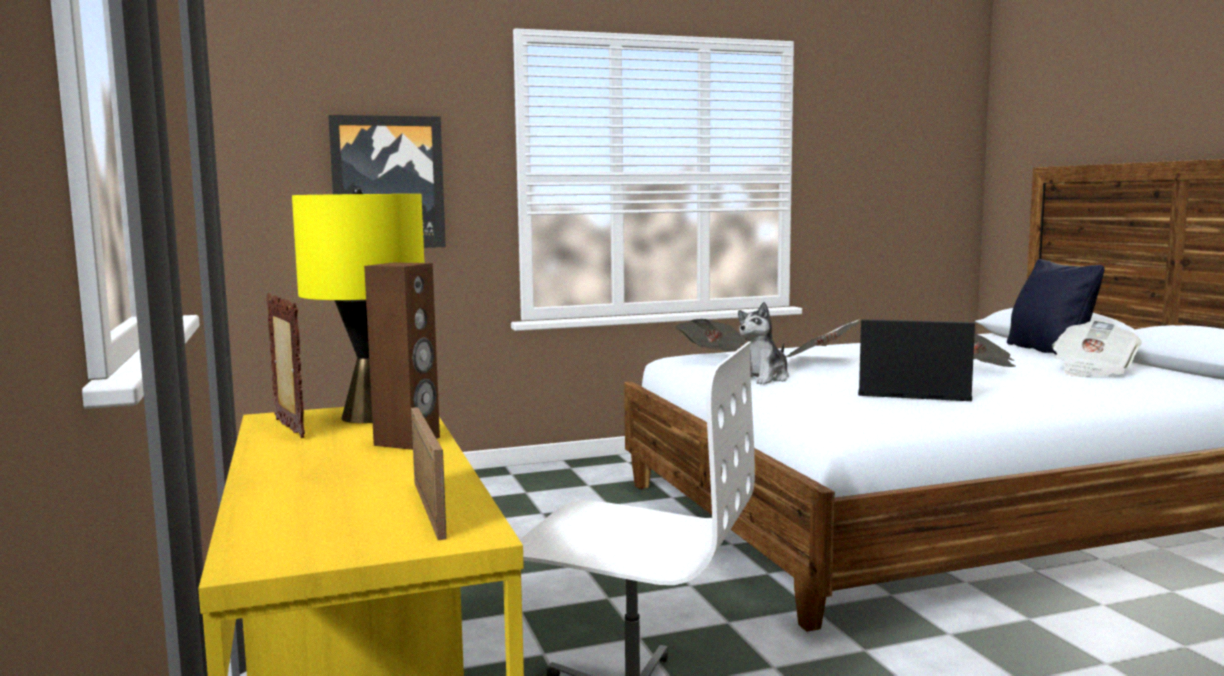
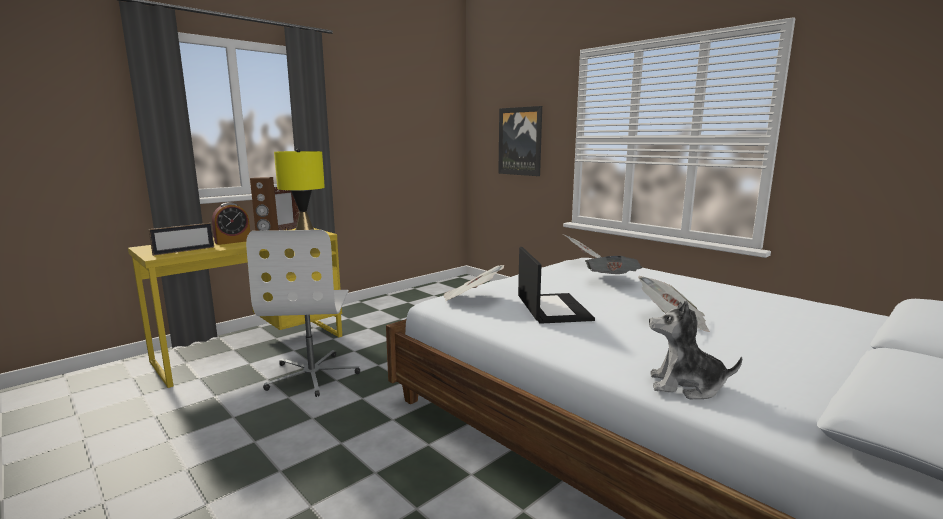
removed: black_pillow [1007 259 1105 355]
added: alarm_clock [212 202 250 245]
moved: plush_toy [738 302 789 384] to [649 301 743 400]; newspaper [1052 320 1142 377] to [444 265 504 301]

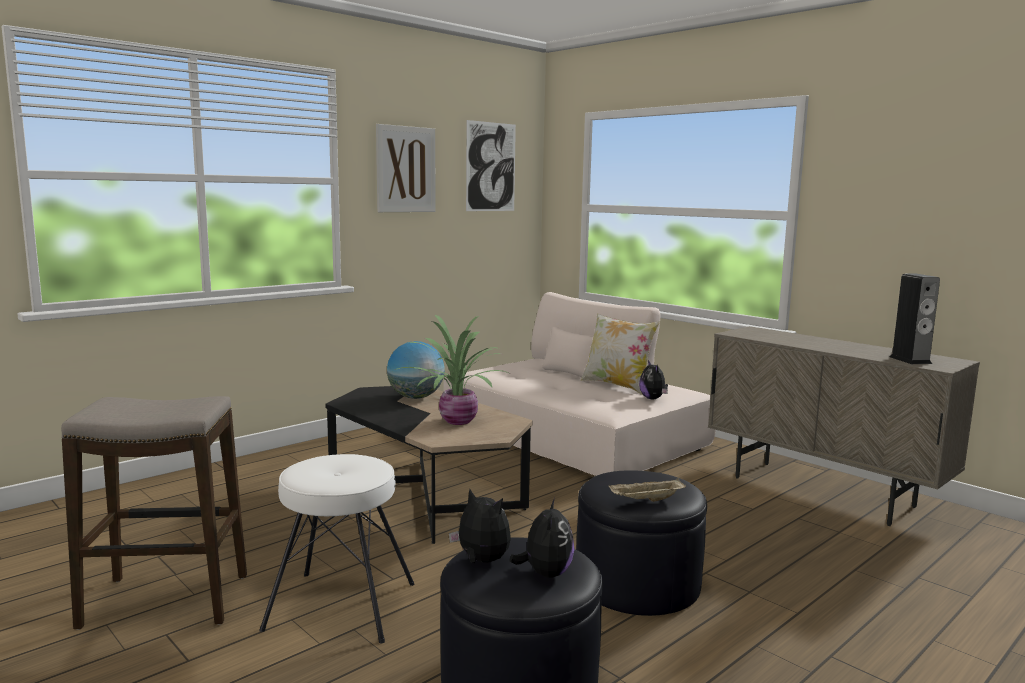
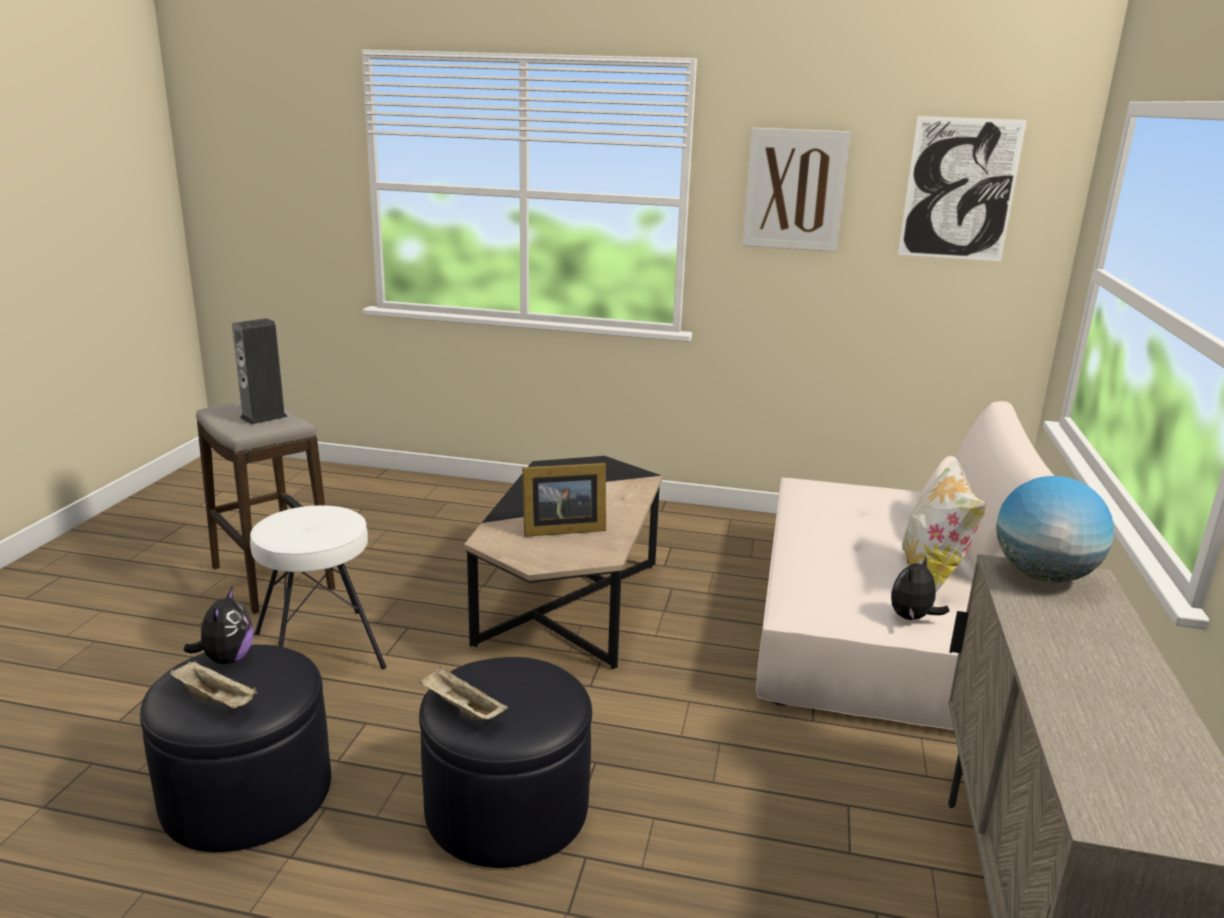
moved: speaker [890 274 940 364] to [232 318 288 425]; globe [387 341 445 399] to [996 476 1114 582]
replaced: potted_plant [393 315 508 425] to picture_frame [522 463 606 537]; plush_toy [510 498 574 578] to beige_tray [170 661 257 708]

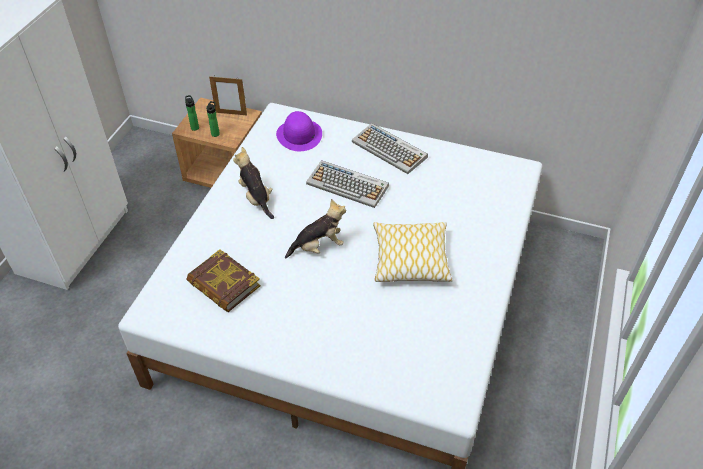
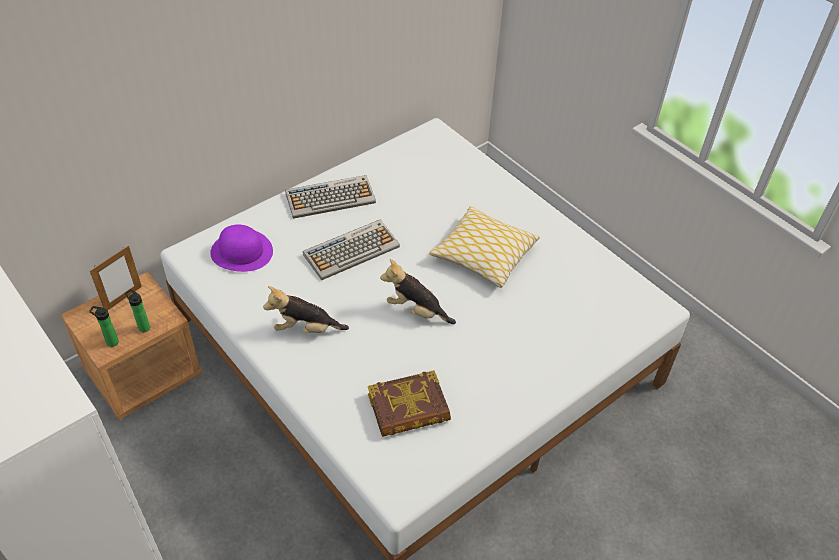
turned: plush_toy [285 199 346 259] = [380 259 456 324] 75 degrees counterclockwise

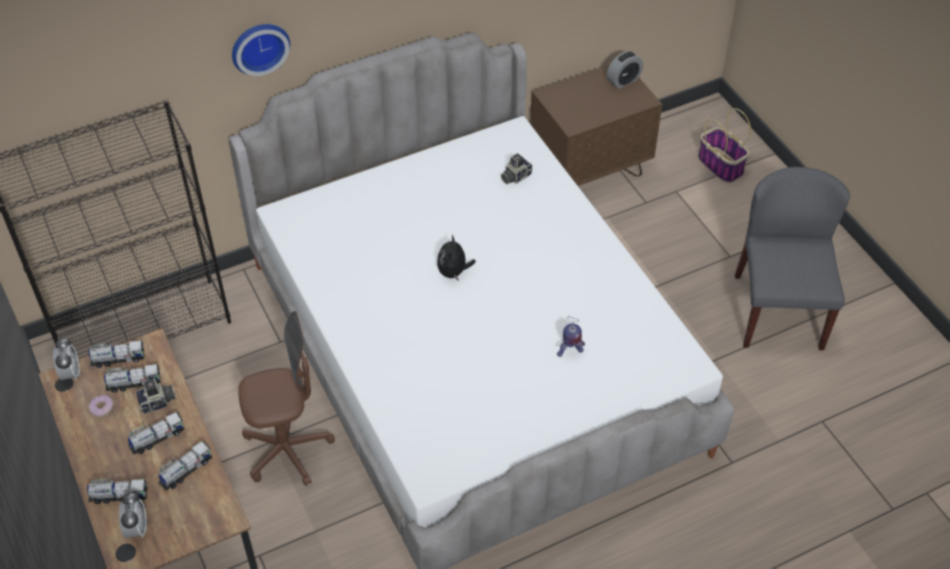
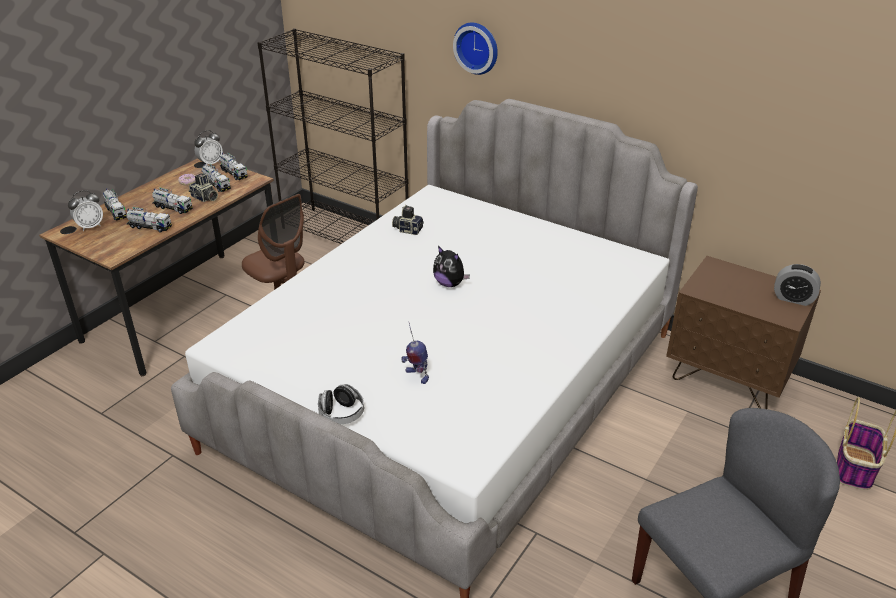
added: headphones [318 384 364 424]
moved: photo_camera [501 153 532 184] to [392 205 424 235]
turned: plush_toy [437 235 476 281] = [433 246 470 287] 120 degrees counterclockwise

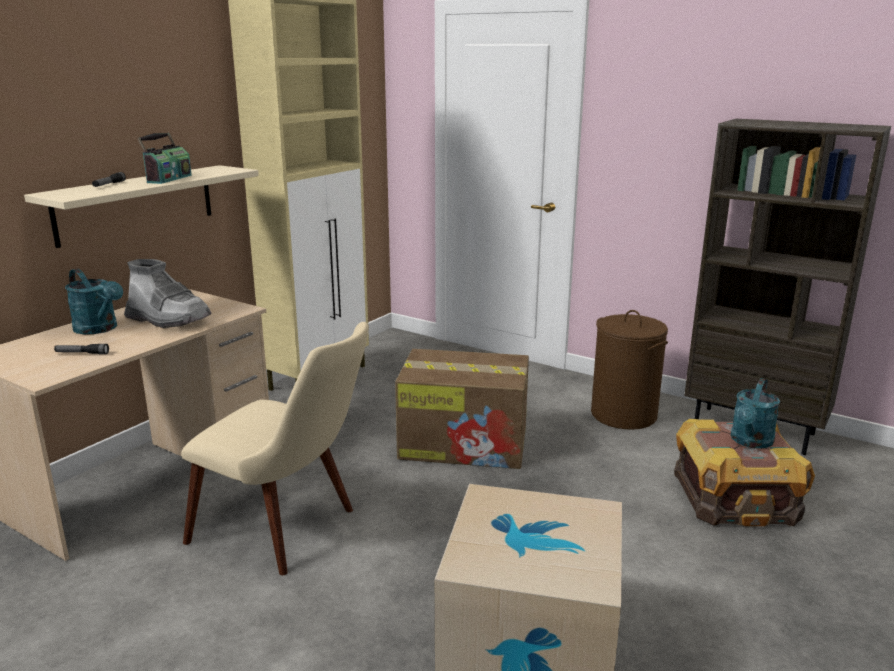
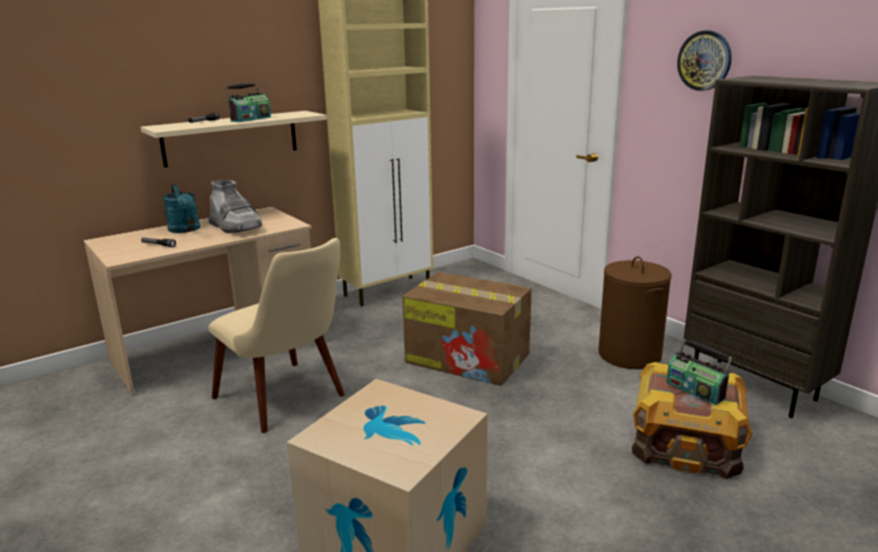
added: wall_clock [677 30 732 91]
replaced: turquoise_watering_can [731 378 780 449] to radio [666 339 733 405]

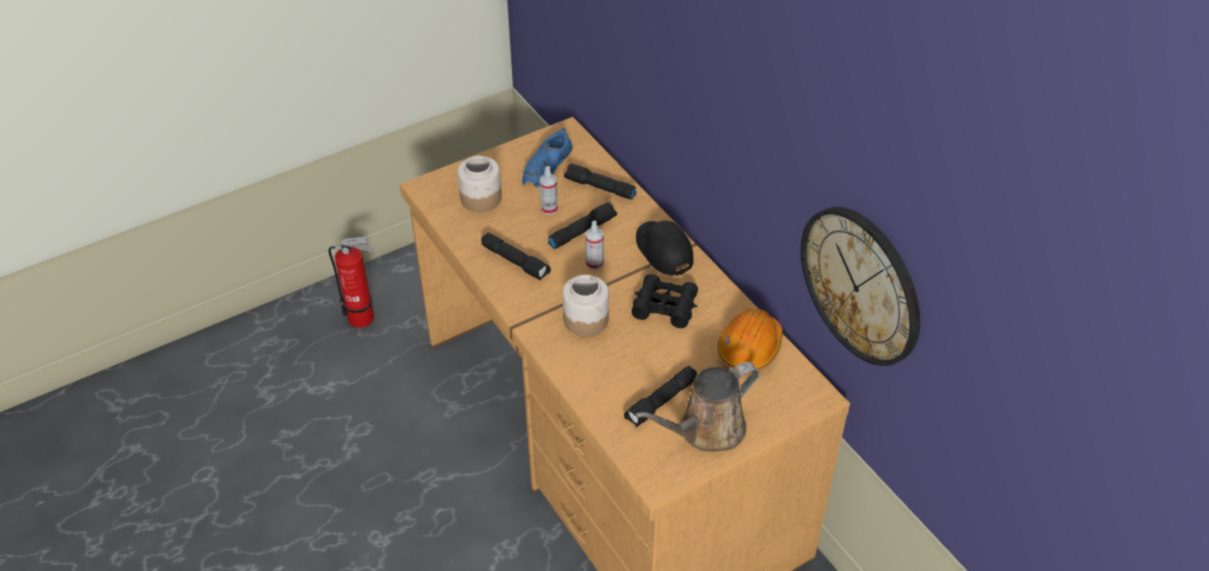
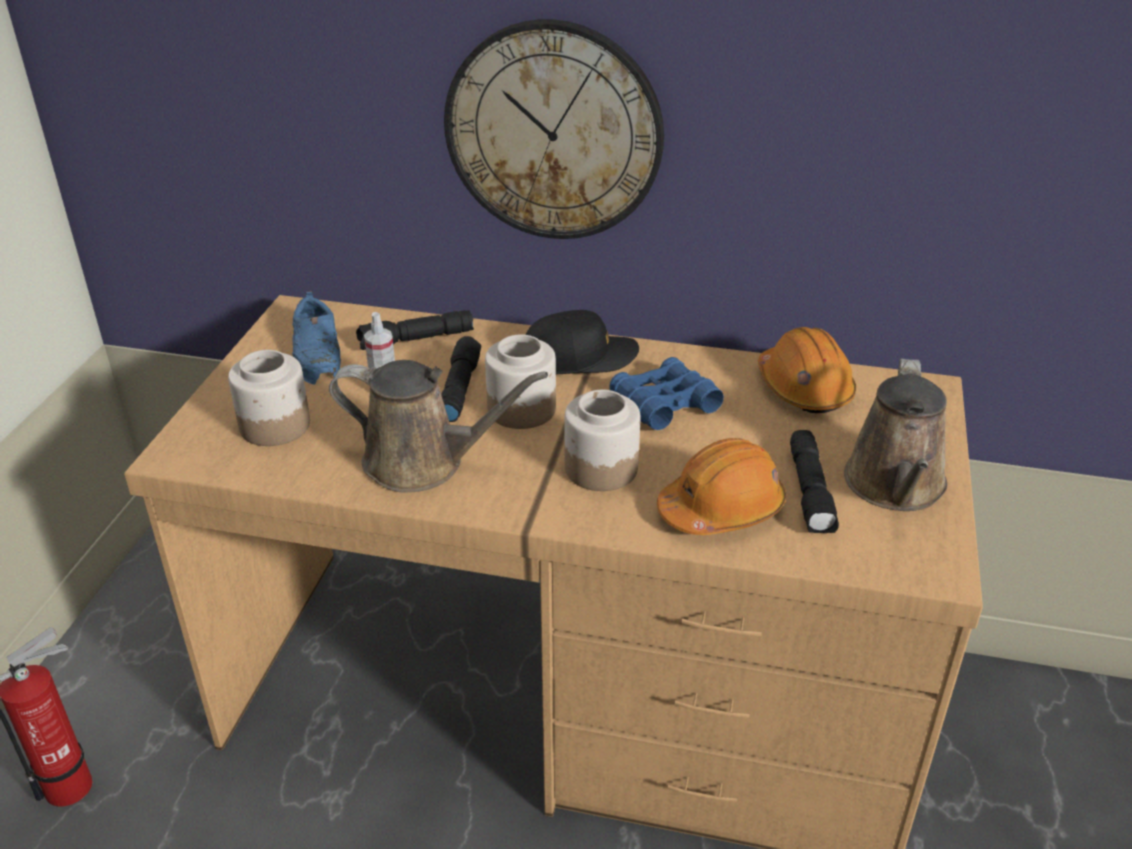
added: orange_hard_hat [657 438 786 535]
moved: wall_clock [801 207 920 366] to [444 19 664 239]
replaced: spray_bottle [585 221 604 270] to jar [485 334 556 429]; black_flashlight [481 233 551 281] to brown_watering_can [329 360 548 493]
recoloured: black_binoculars [632 274 698 328] to blue_binoculars [609 357 724 430]
turned: black_cap [636 221 694 276] = [526 310 639 374] 150 degrees clockwise

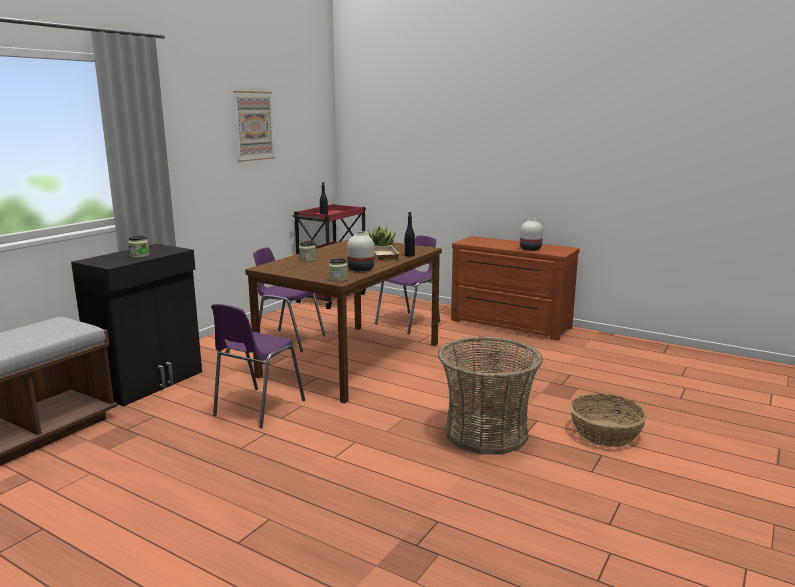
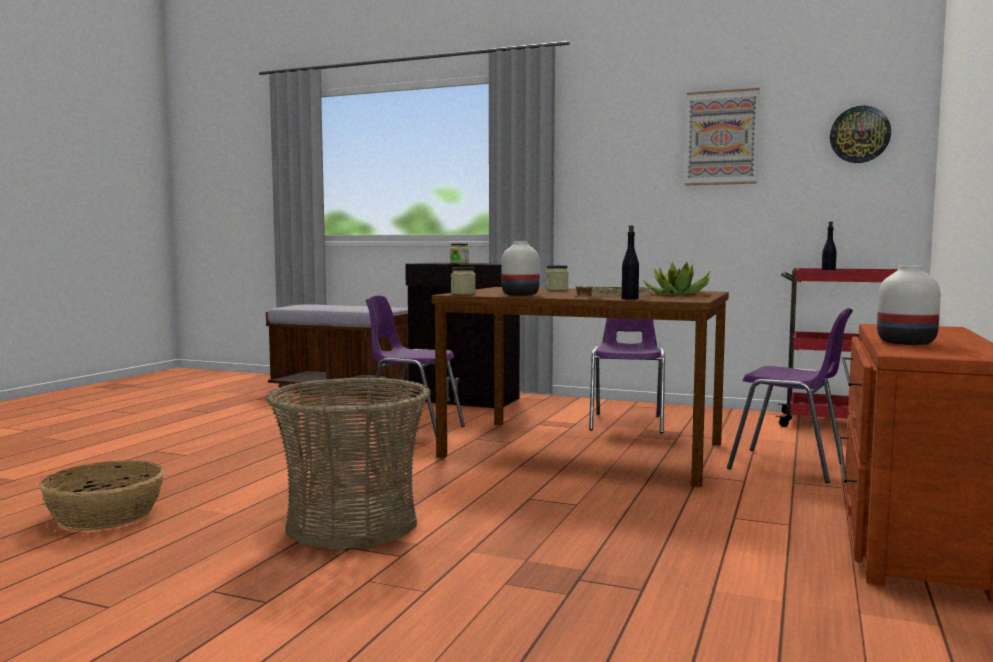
added: wall_clock [830 106 891 163]
moved: basket [570 394 647 447] to [39 461 165 530]

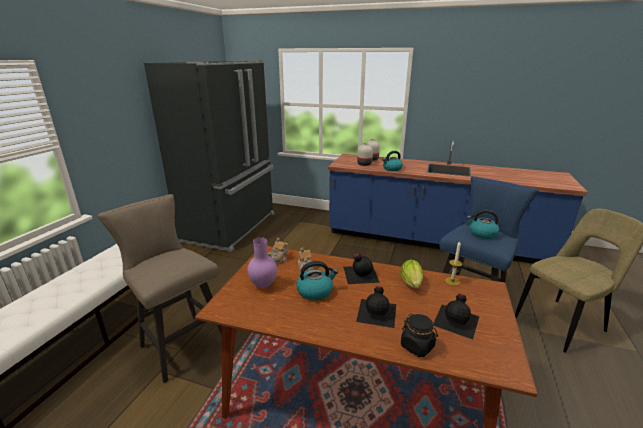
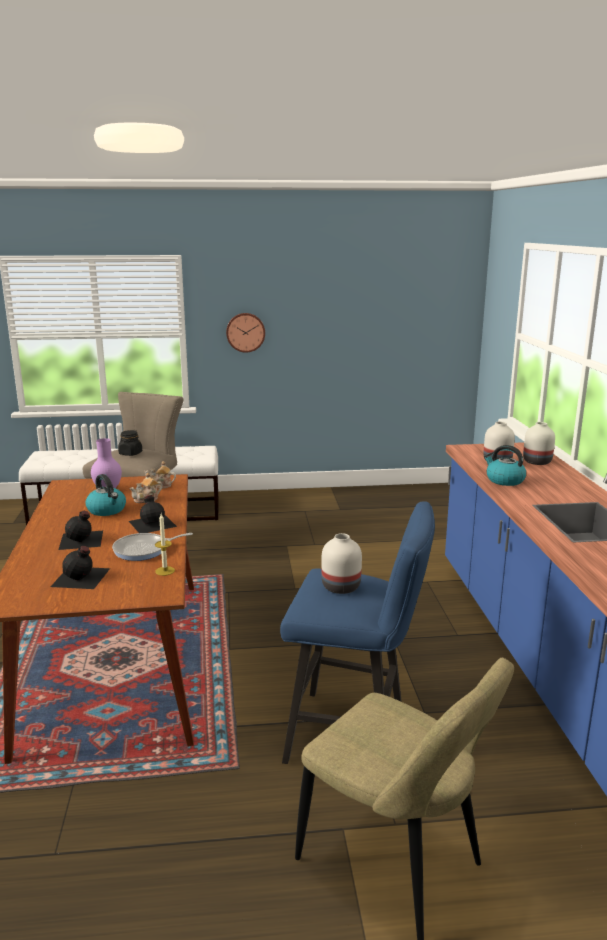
removed: black_fridge [144 60 274 252]
added: wall_clock [226 313 265 353]
moved: black_jar [401 314 438 357] to [118 430 142 456]
replaced: kettle [467 210 499 239] to white_vase [321 533 362 594]; lettuce [400 259 423 289] to frying_pan [112 533 193 561]

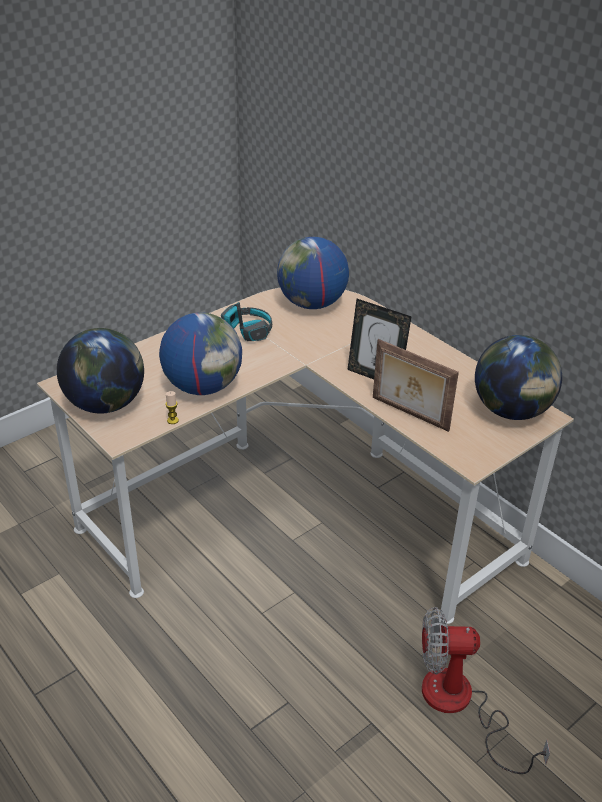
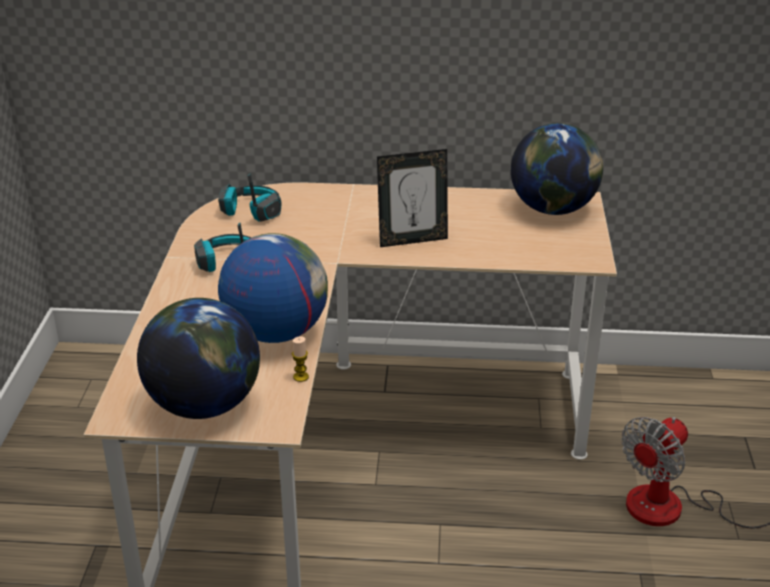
removed: picture_frame [373 339 459 432]
replaced: globe [277 237 349 309] to headphones [218 173 282 222]

